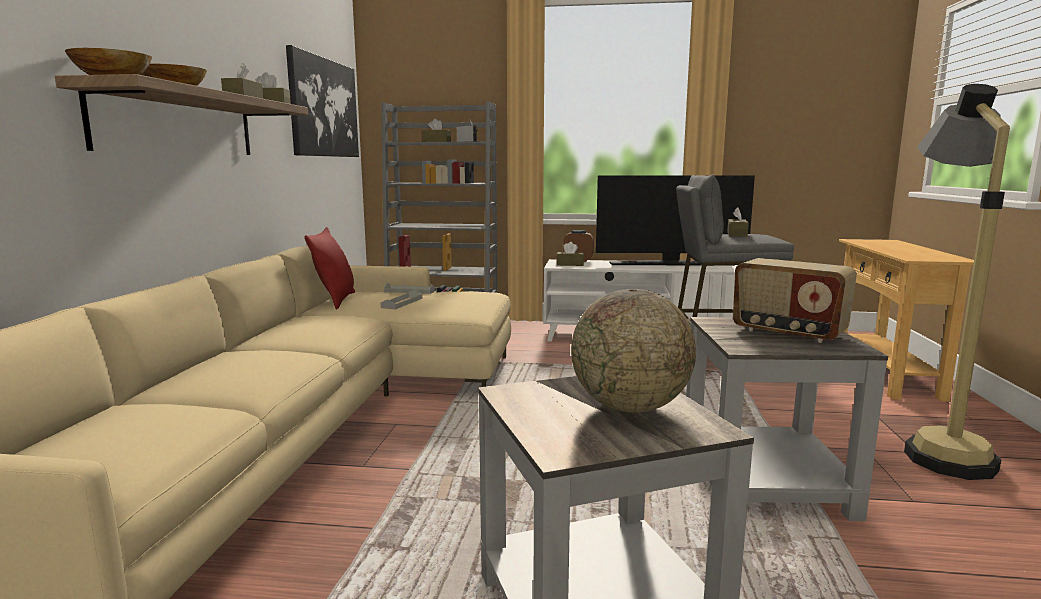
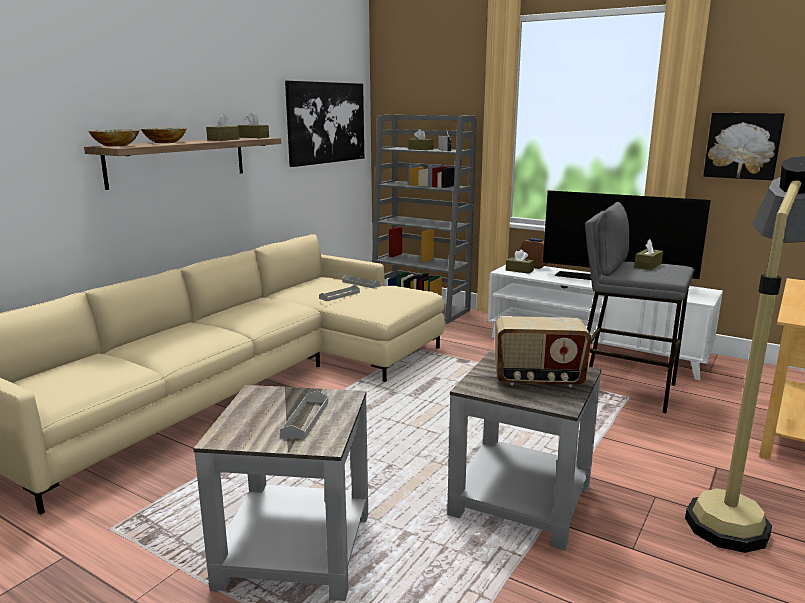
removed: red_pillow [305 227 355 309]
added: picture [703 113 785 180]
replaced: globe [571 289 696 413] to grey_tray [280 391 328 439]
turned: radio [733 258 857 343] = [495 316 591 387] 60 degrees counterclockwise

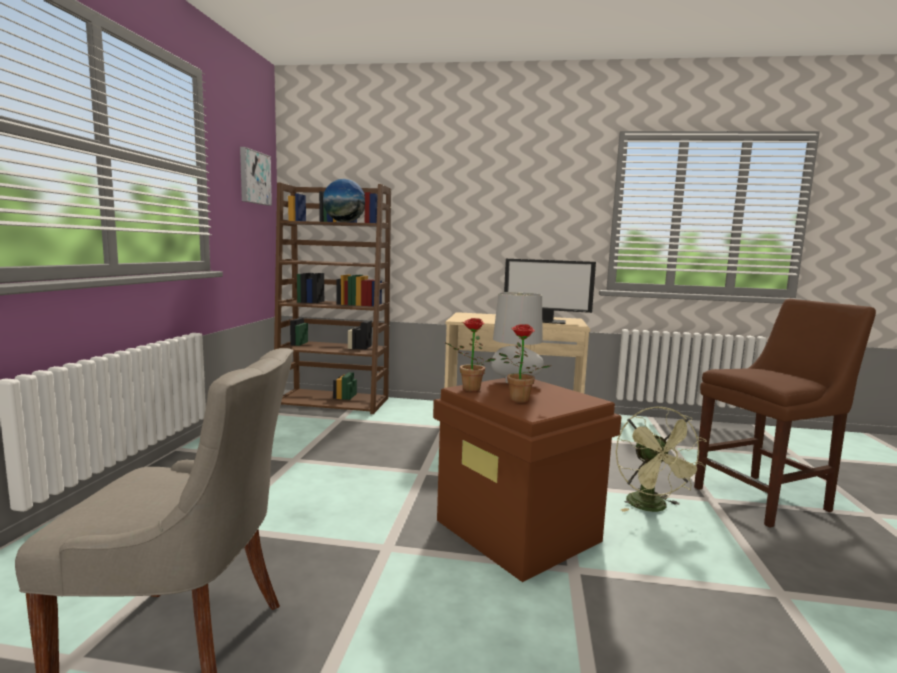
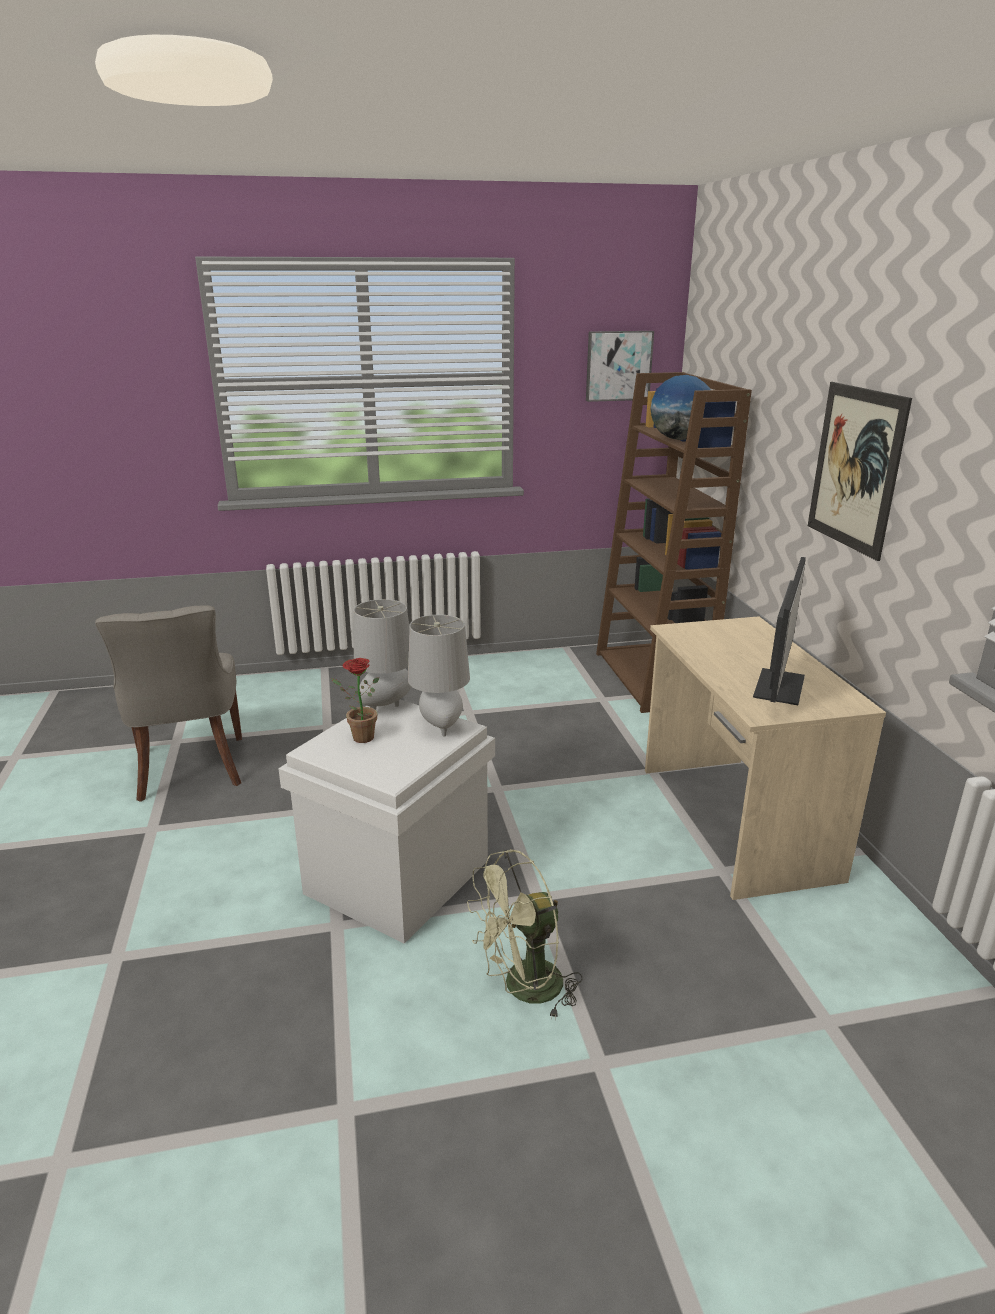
removed: brown_chair [694 299 876 527]
added: picture [808 382 912 561]
replaced: potted_plant [445 318 496 392] to grey_table_lamp [354 599 411 710]
recoloured: brown_storage_box [433 378 622 582] to white_storage_box [279 700 495 944]
turned: monitor [504 259 596 324] = [753 557 806 705] 150 degrees counterclockwise

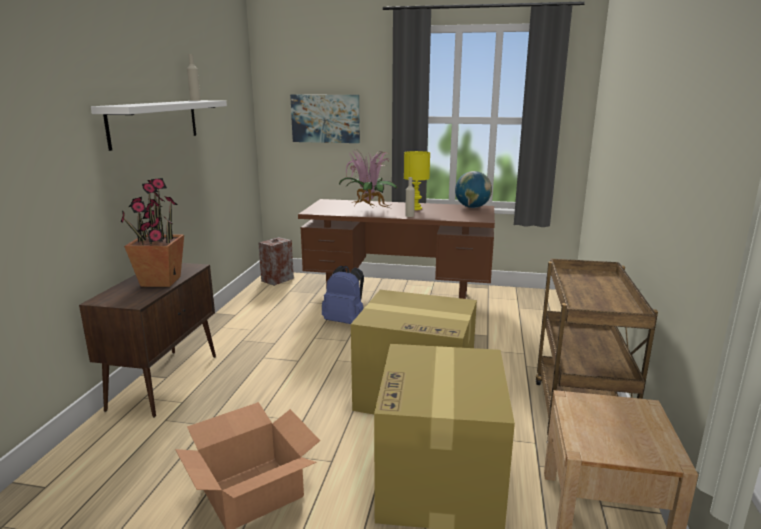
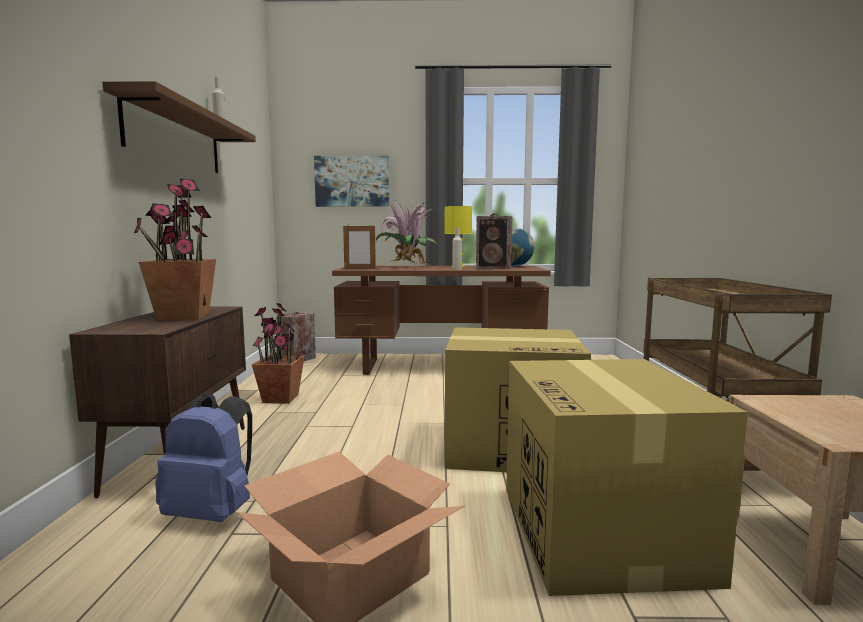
added: speaker [476 213 512 269]; picture_frame [343 224 376 269]; potted_plant [252 303 305 404]
moved: blue_backpack [322 266 364 324] to [155 393 252 522]
recoloured: white_shelf [91 100 227 151] to brown_shelf [102 81 256 173]

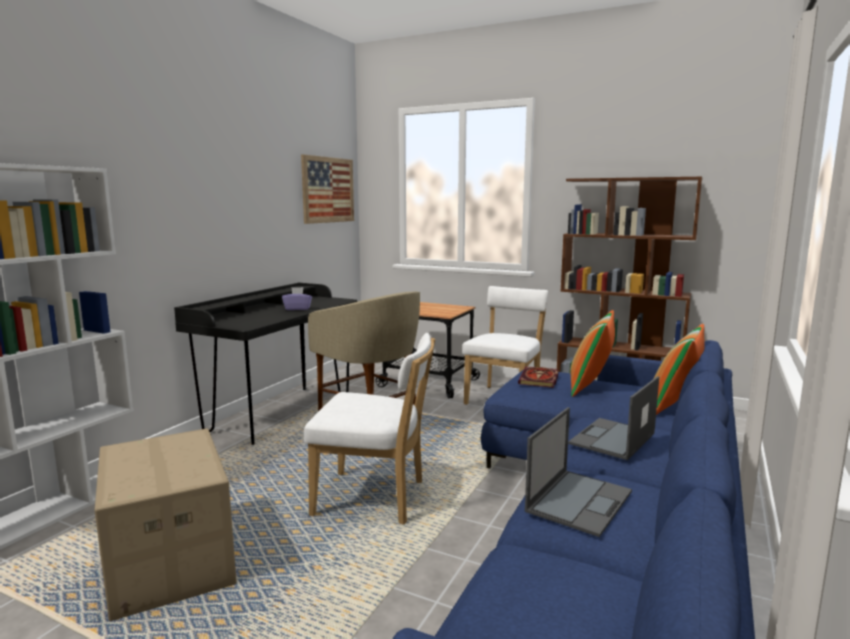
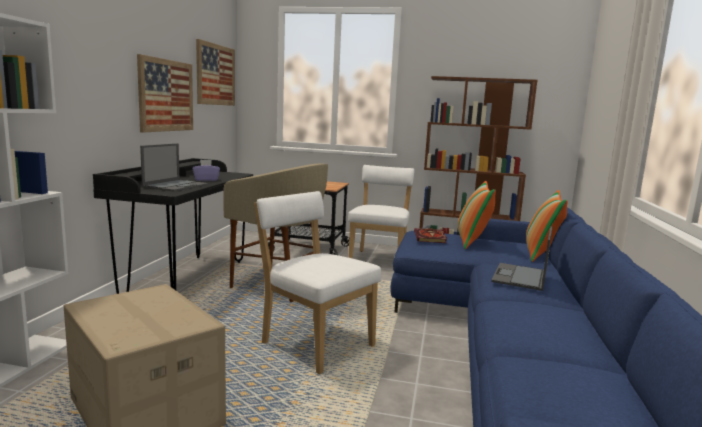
added: picture [137 54 193 133]
moved: laptop [525 407 632 537] to [140 143 208 192]
turned: white_chair [304 333 435 525] = [254 191 381 374] 135 degrees counterclockwise

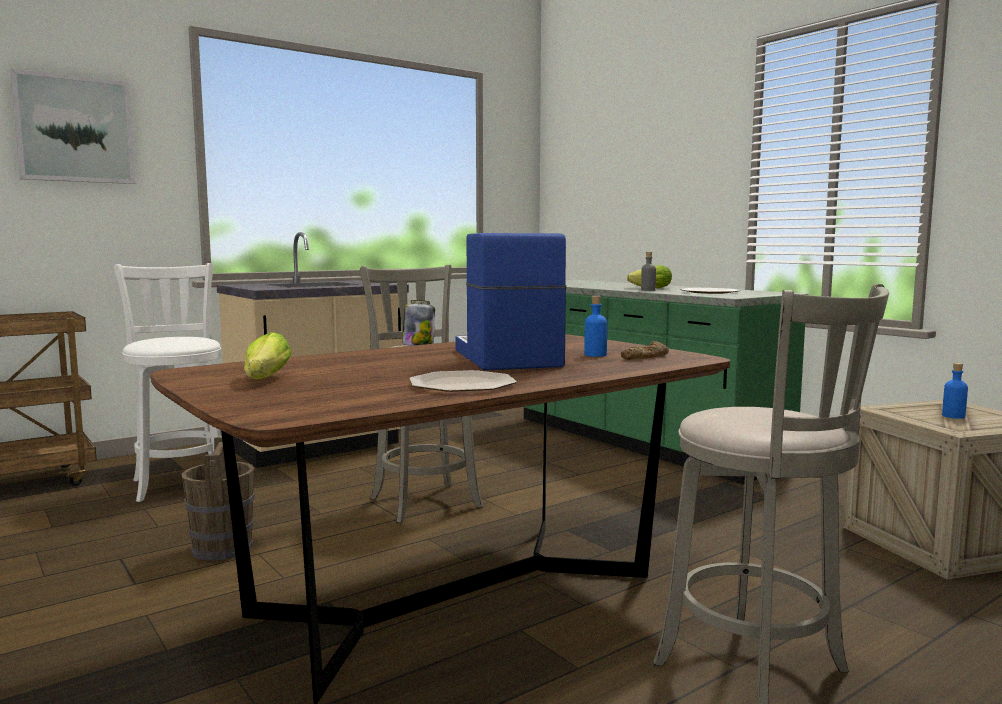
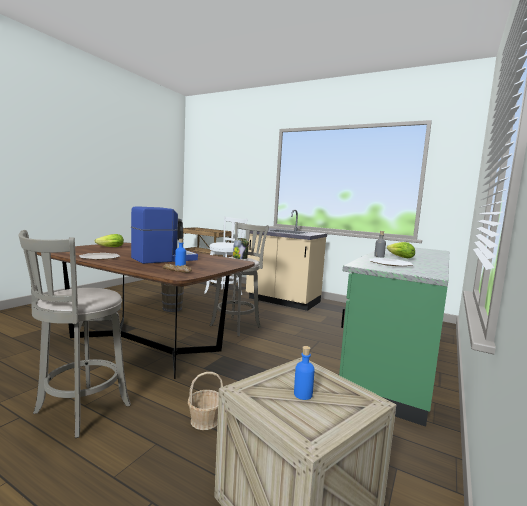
removed: picture [10 68 136 184]
added: basket [188 372 223 430]

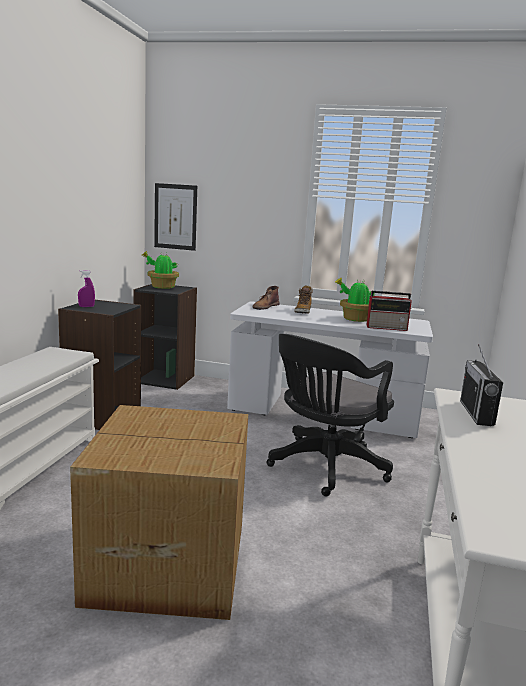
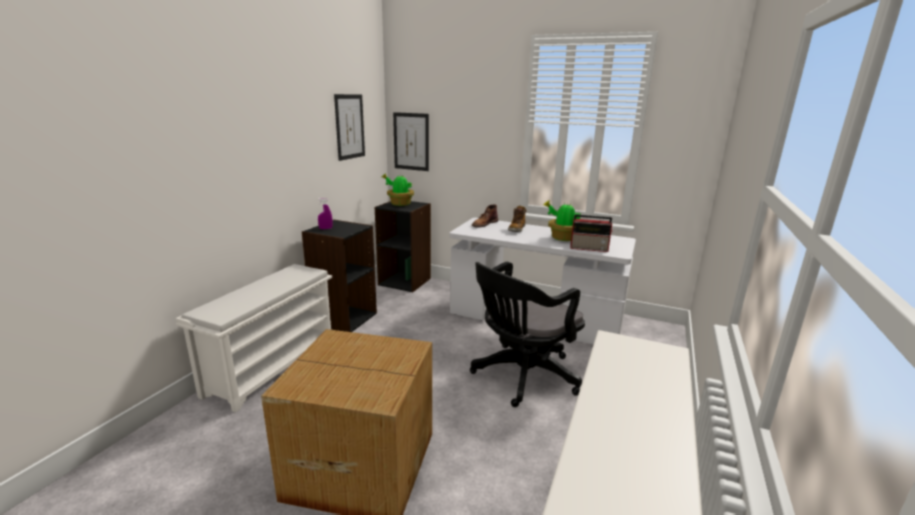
removed: radio [460 344 503 426]
added: picture [334 94 365 161]

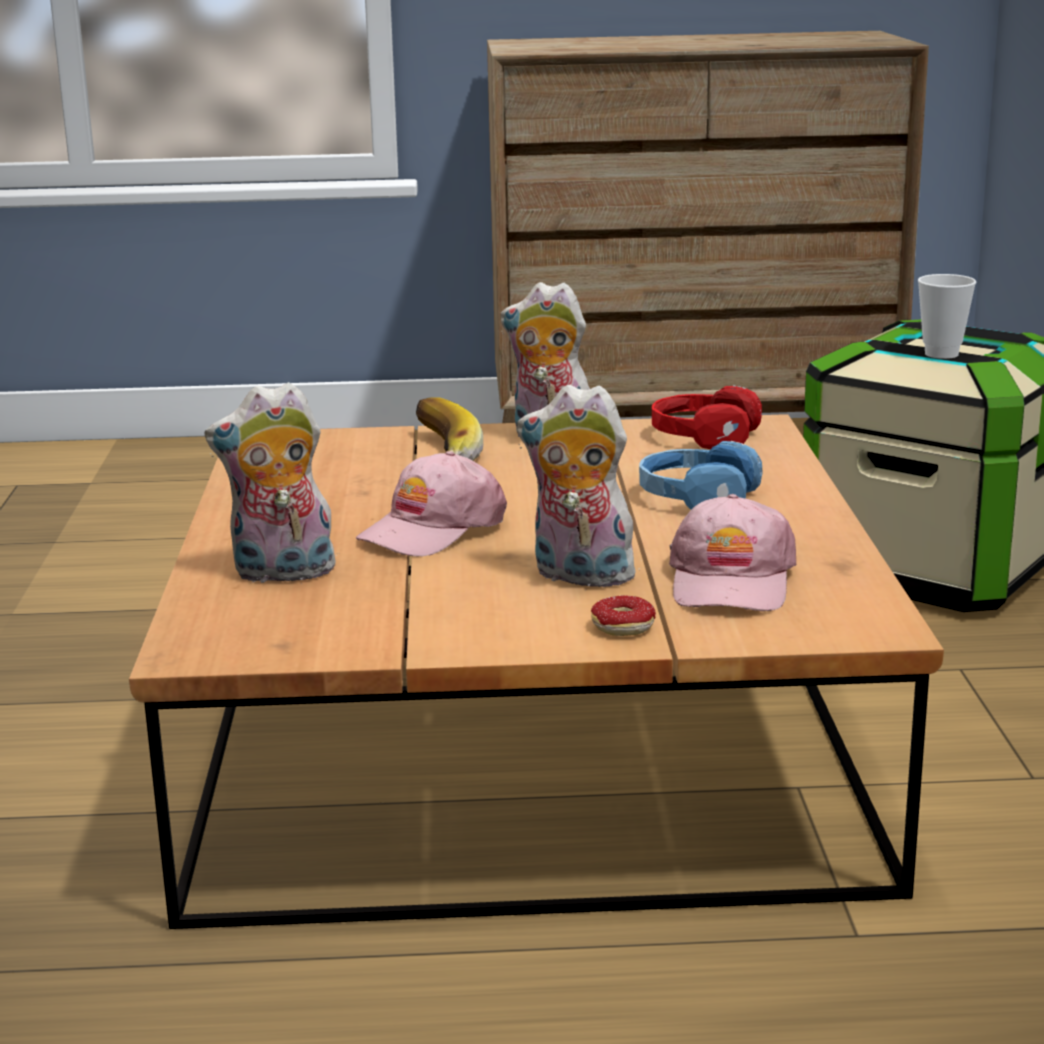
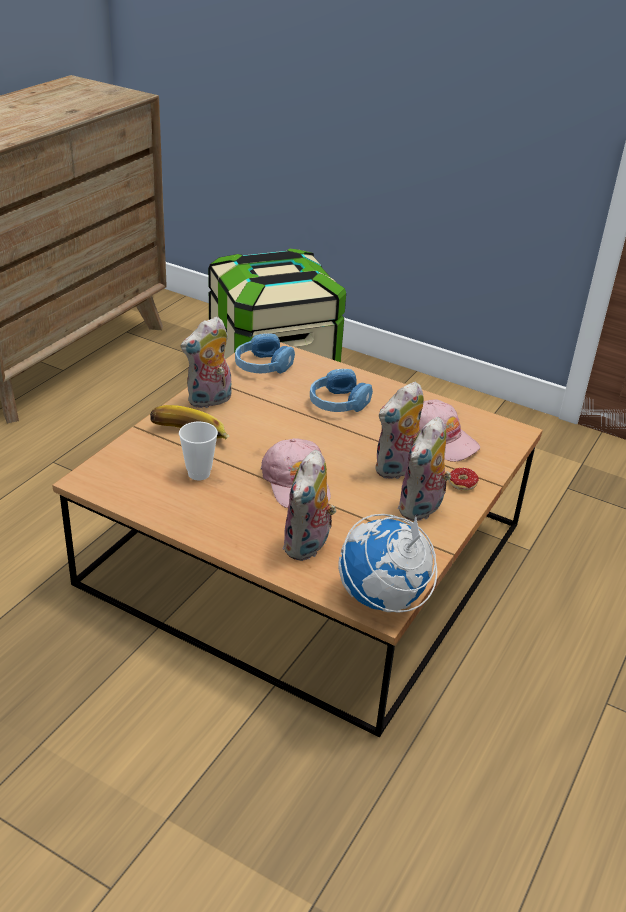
added: plush_toy [397 417 451 521]; globe [338 514 437 613]
moved: cup [918 274 976 359] to [179 422 218 480]
recoloured: red_headphones [652 385 762 449] to blue_headphones [235 333 295 374]

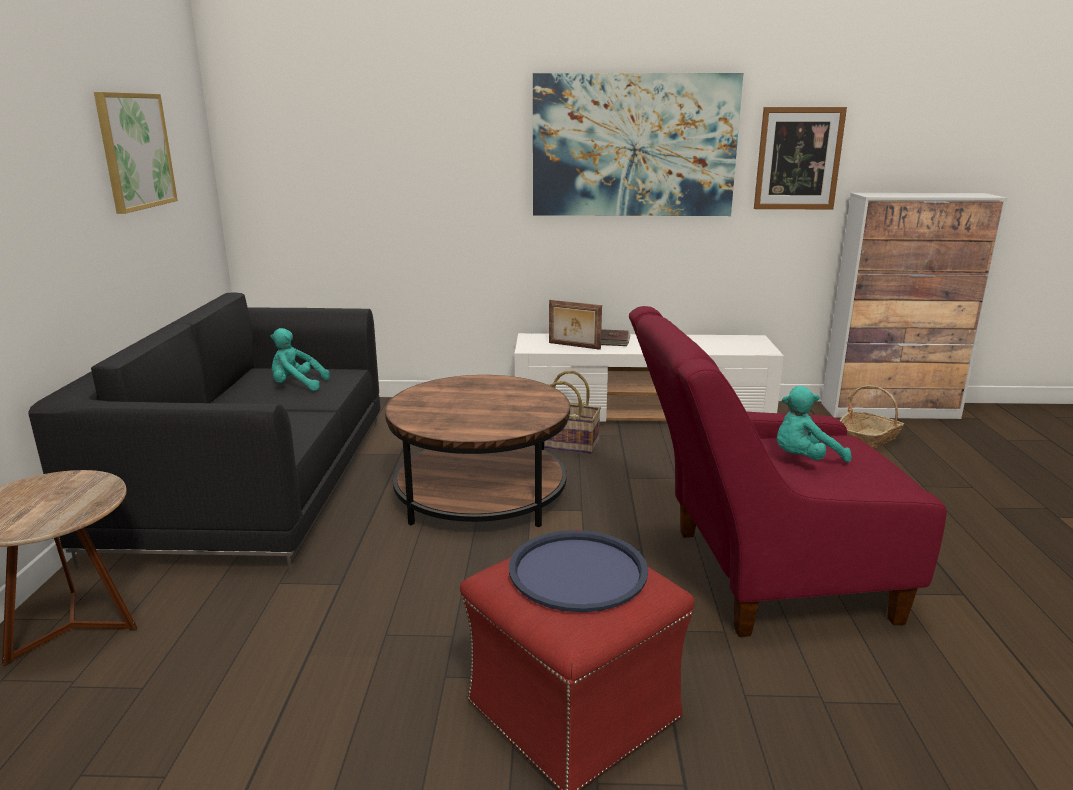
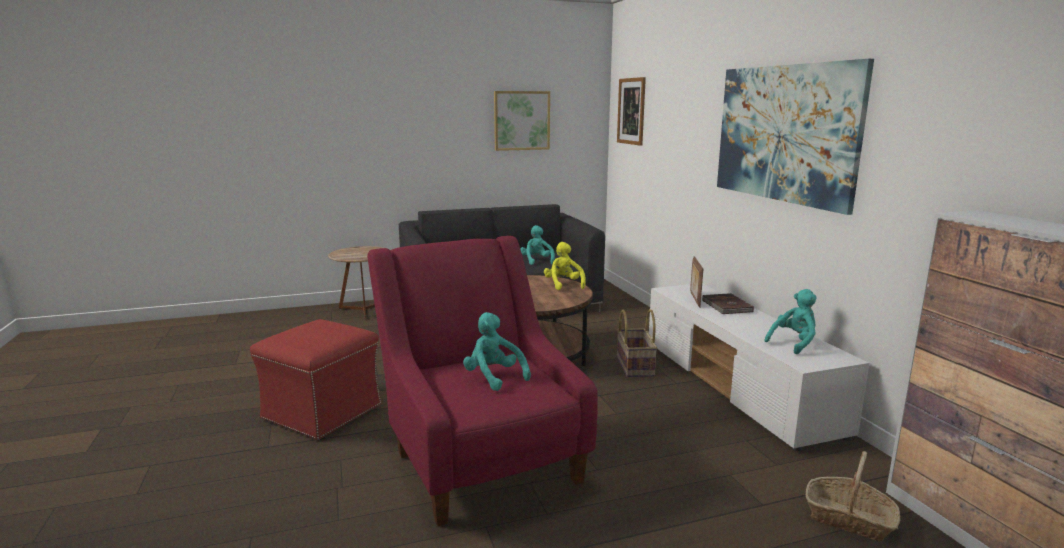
removed: blue_tray [509 530 648 612]
added: yellow_plush_toy [544 242 586 290]; turquoise_plush_toy [764 289 817 354]
moved: picture [754 107 847 209] to [617 77 646 146]

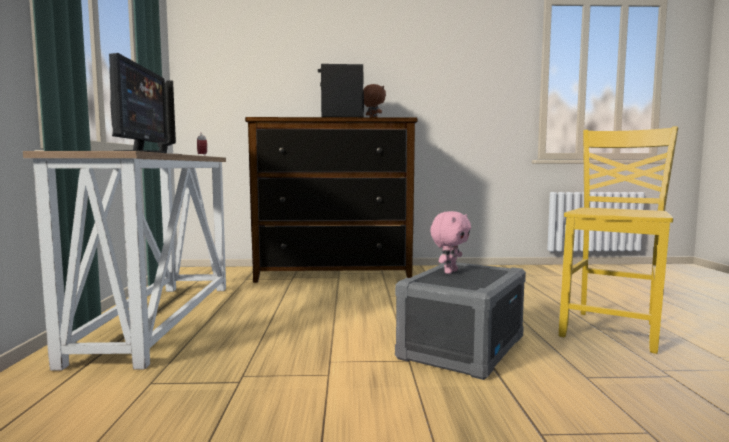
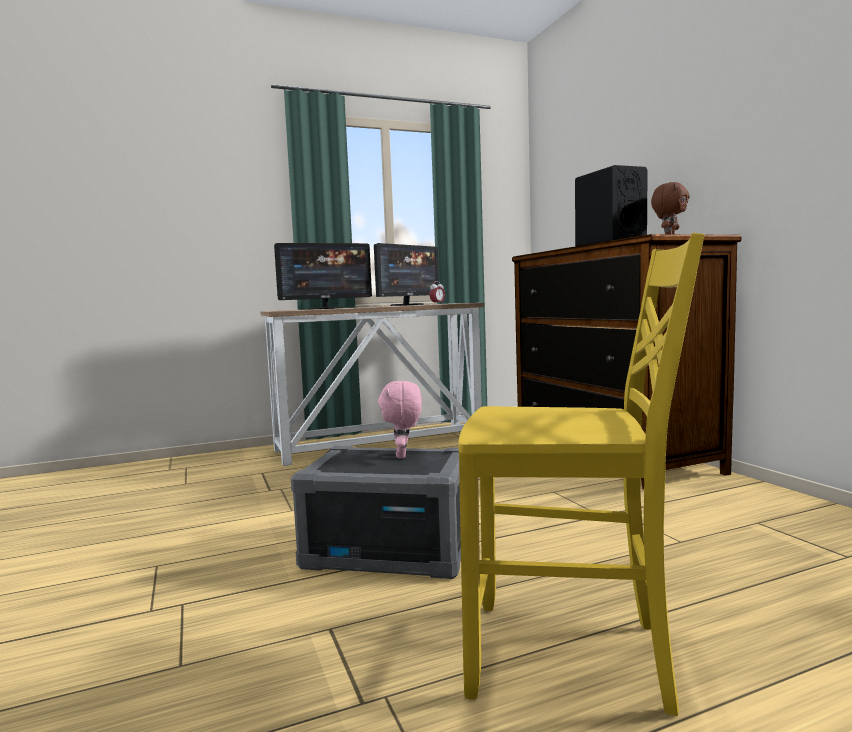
turned: pink_plush_toy [430 211 471 274] = [378 381 422 458] 75 degrees clockwise

